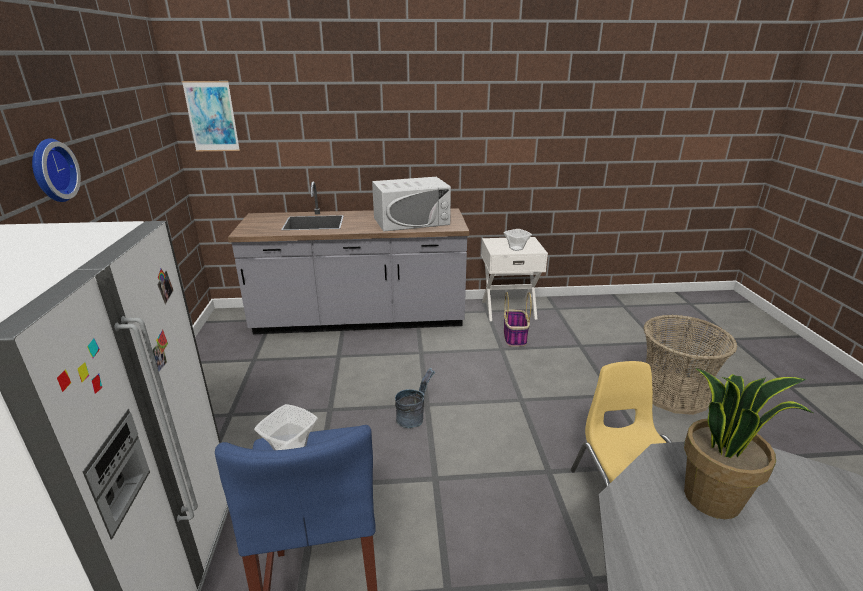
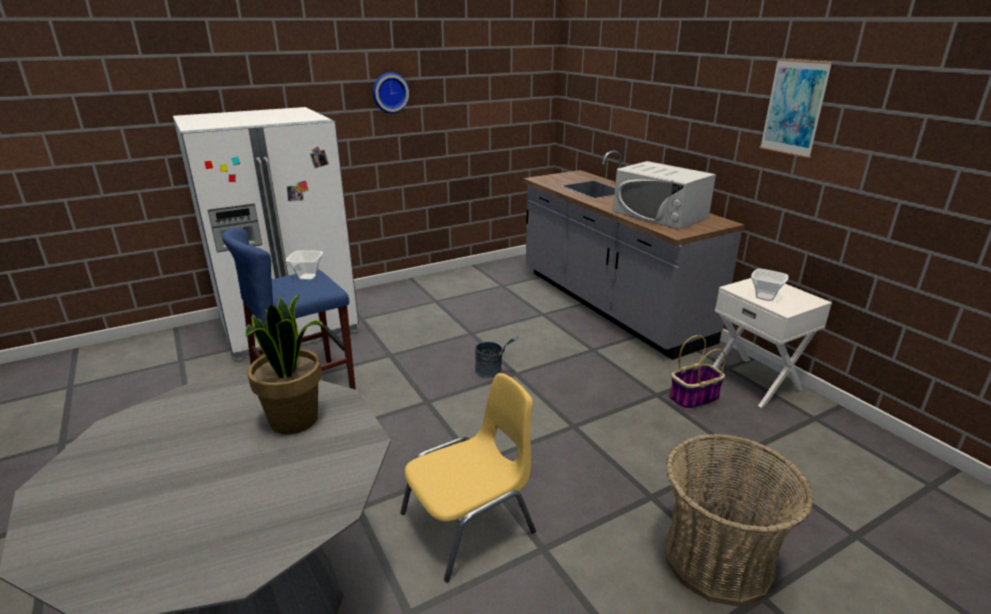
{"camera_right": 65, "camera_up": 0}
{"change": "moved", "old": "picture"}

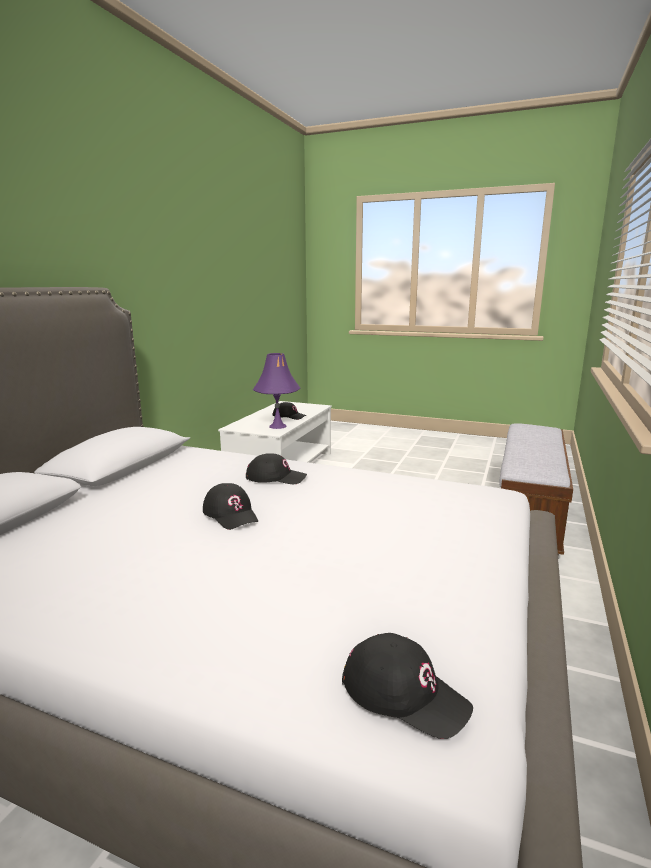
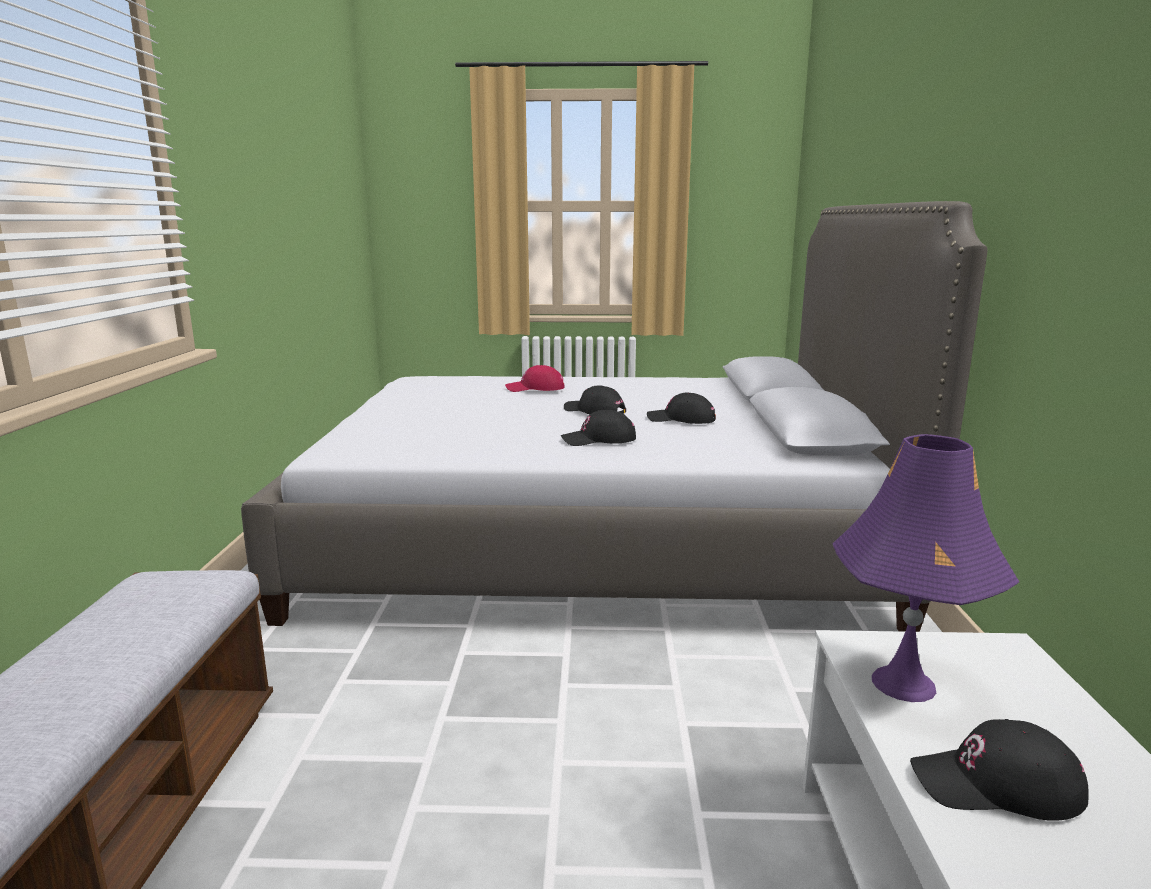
{"camera_right": 160, "camera_up": 0}
{"change": "moved", "old": "cap/black (4th from left in the first image)", "new": "cap/black (3rd from left)"}
{"change": "added", "new": "cap/red-coloured"}

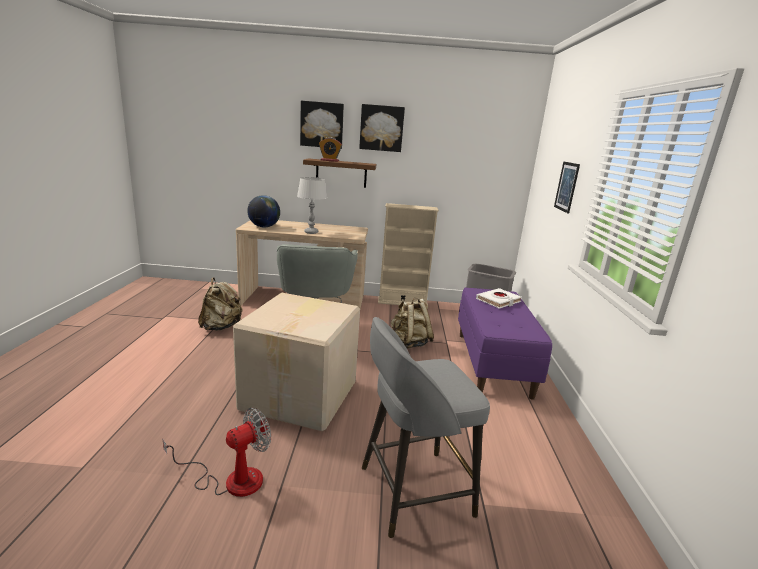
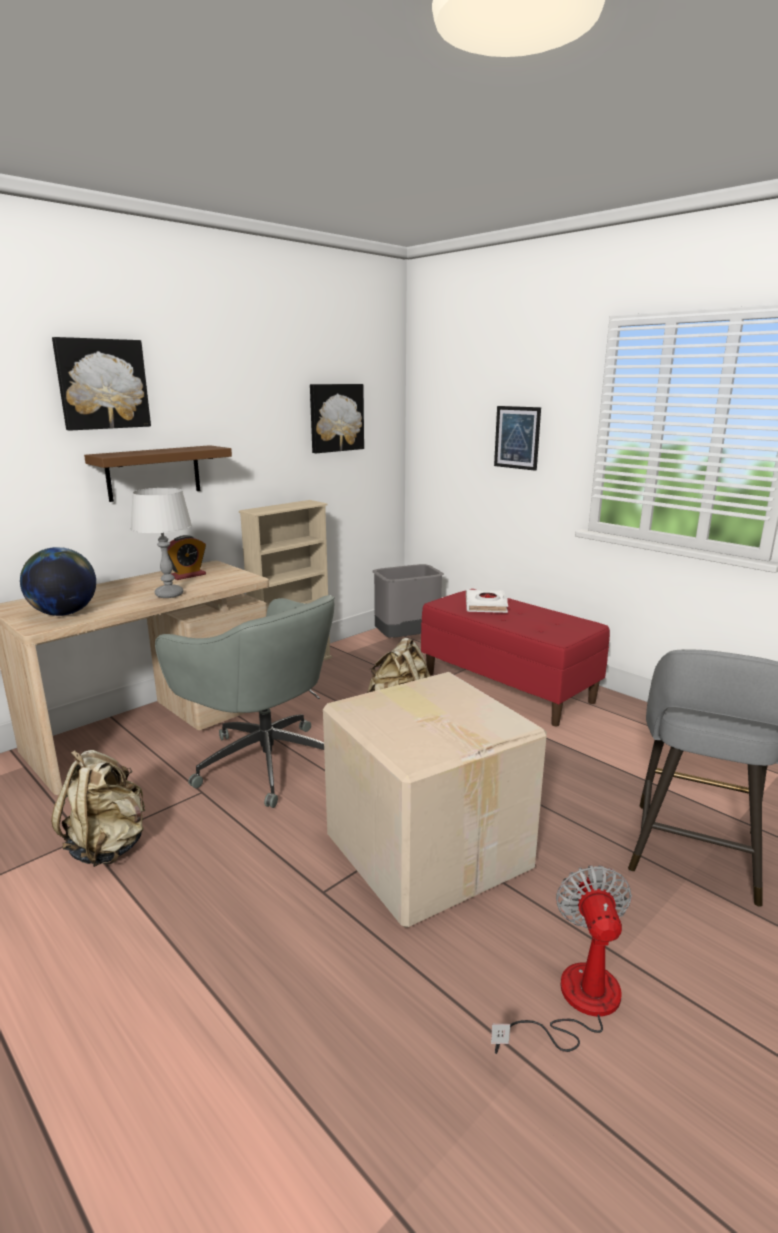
{"camera_right": -45, "camera_up": 0}
{"change": "moved", "old": "bedside clock"}
{"change": "moved", "old": "picture (2nd from left)"}
{"change": "recoloured", "old": "indoor bench/purple", "new": "indoor bench/red-coloured"}

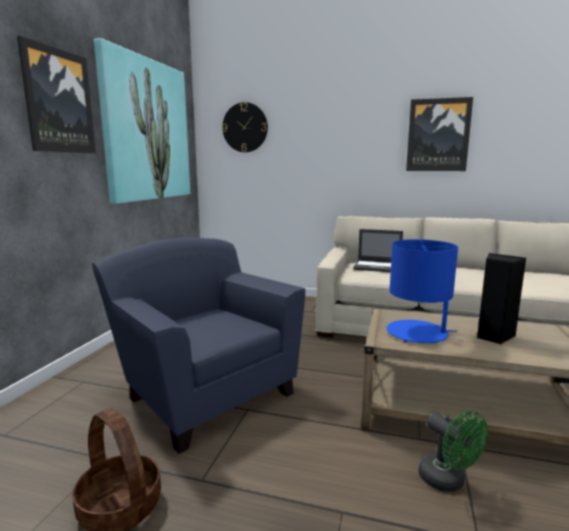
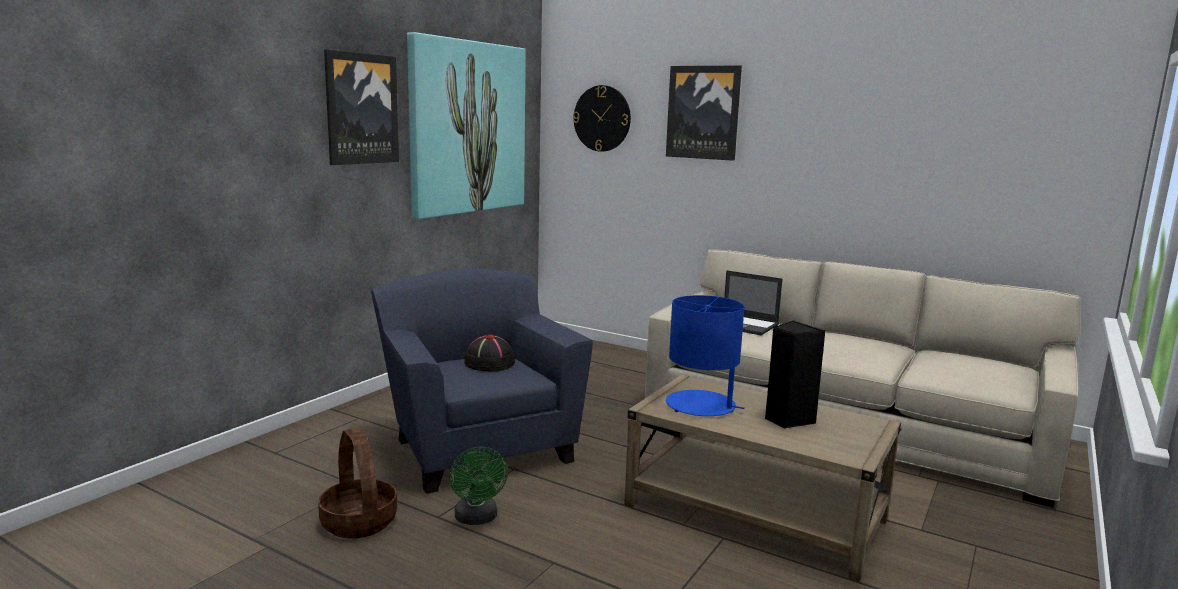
{"camera_right": 15, "camera_up": 0}
{"change": "moved", "old": "picture (3rd from left)"}
{"change": "moved", "old": "electric fan/green-coloured"}
{"change": "added", "new": "clothing hat/black"}

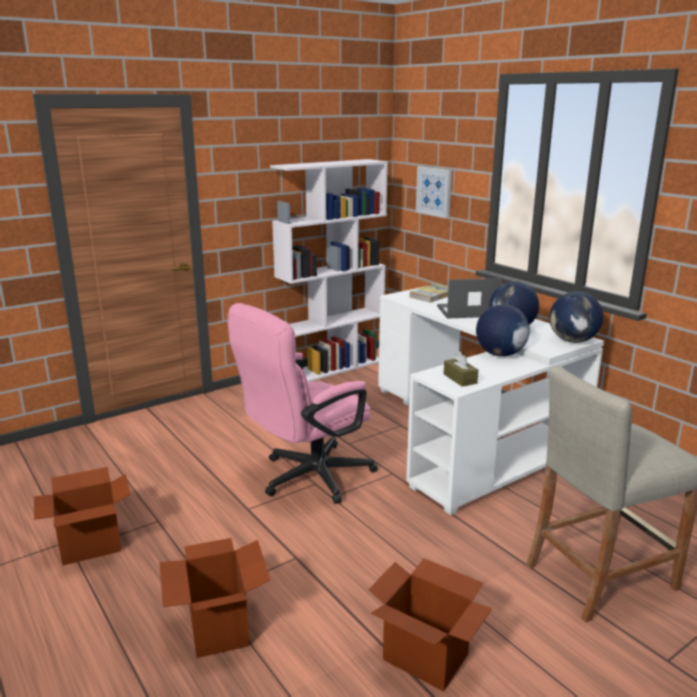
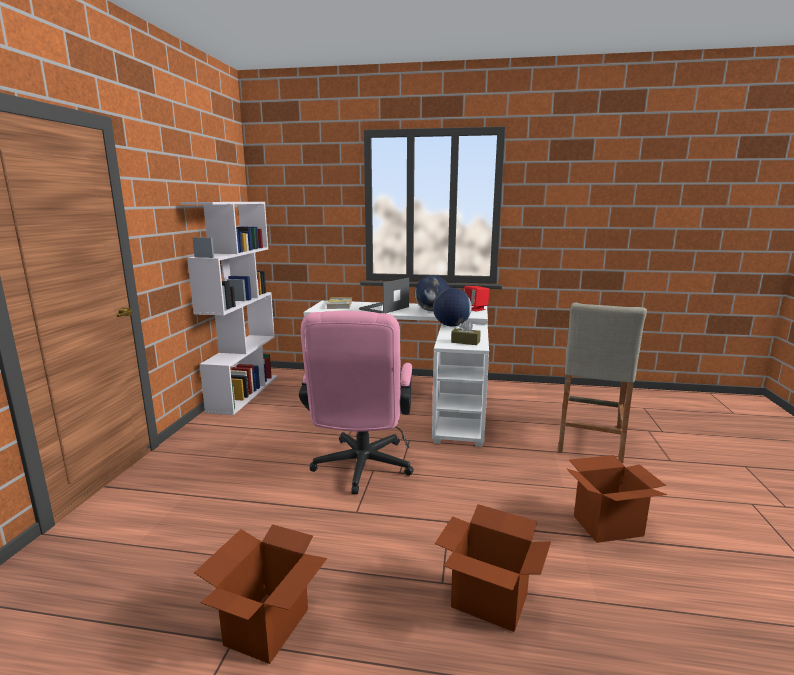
{"camera_right": -45, "camera_up": -5}
{"change": "removed", "old": "picture"}
{"change": "replaced", "old": "world globe (3rd from left)", "new": "audio speaker/red-coloured"}

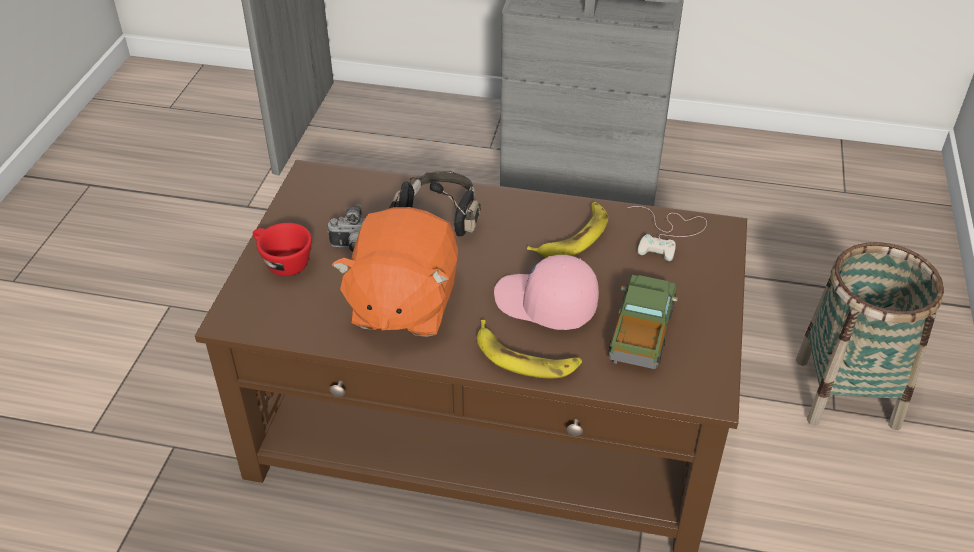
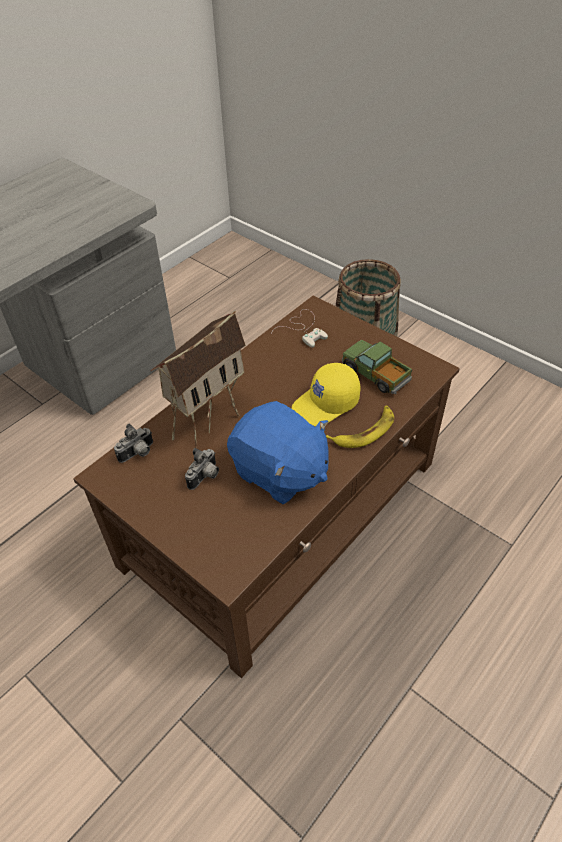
{"camera_right": -60, "camera_up": 5}
{"change": "removed", "old": "drinking cup/red-coloured"}
{"change": "recoloured", "old": "cuddly toy/orangey", "new": "cuddly toy/blue-coloured"}
{"change": "replaced", "old": "headset/black", "new": "model house"}
{"change": "recoloured", "old": "cap/pink-coloured", "new": "cap/yellow"}
{"change": "removed", "old": "whole banana (2nd from left)"}
{"change": "added", "new": "photo camera (1st from left)"}

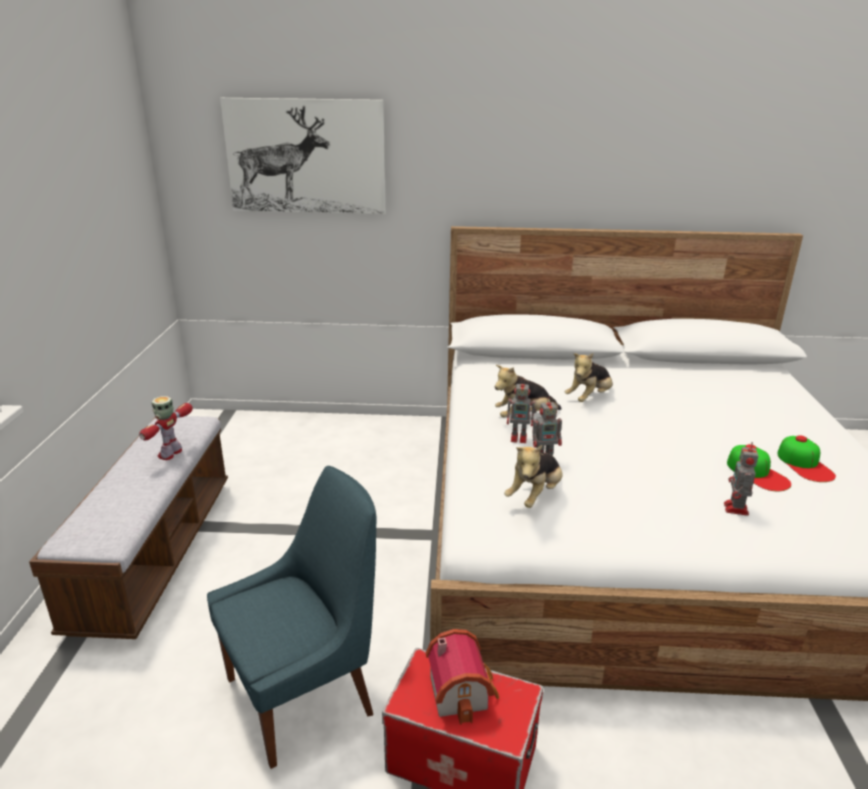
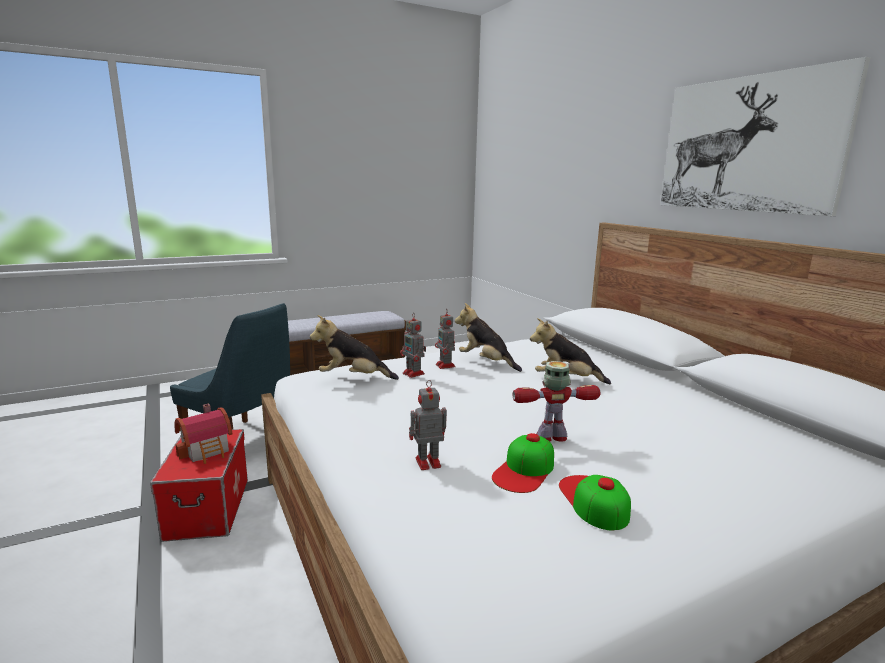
{"camera_right": 60, "camera_up": -10}
{"change": "moved", "old": "toy robot (1st from left in the first image)", "new": "toy robot (4th from left)"}
{"change": "moved", "old": "picture"}
{"change": "turned", "old": "cap (2nd from left)", "degrees": 120}

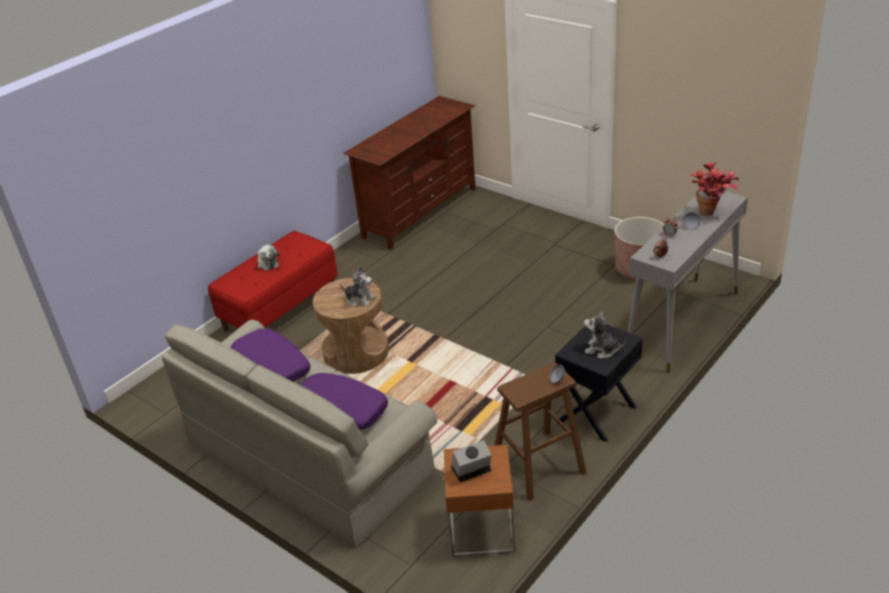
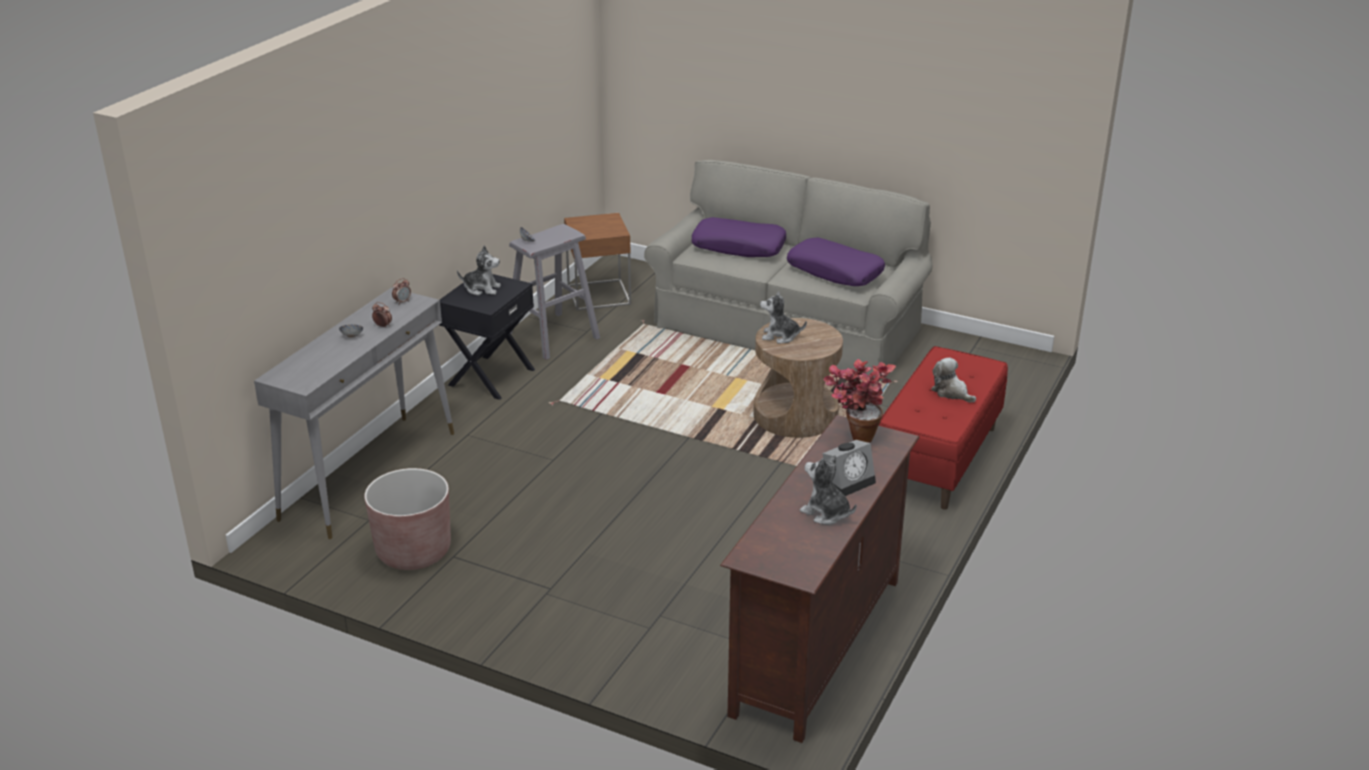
{"camera_right": 165, "camera_up": -5}
{"change": "moved", "old": "bedside clock (1st from left in the first image)", "new": "bedside clock (3rd from left)"}
{"change": "recoloured", "old": "stool/brown", "new": "stool/greyish"}
{"change": "moved", "old": "potted plant"}
{"change": "added", "new": "cuddly toy (3rd from left)"}

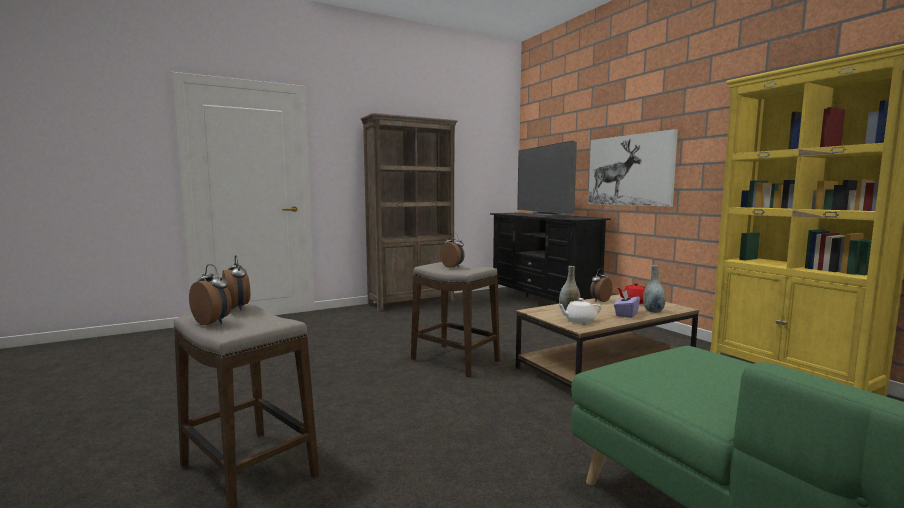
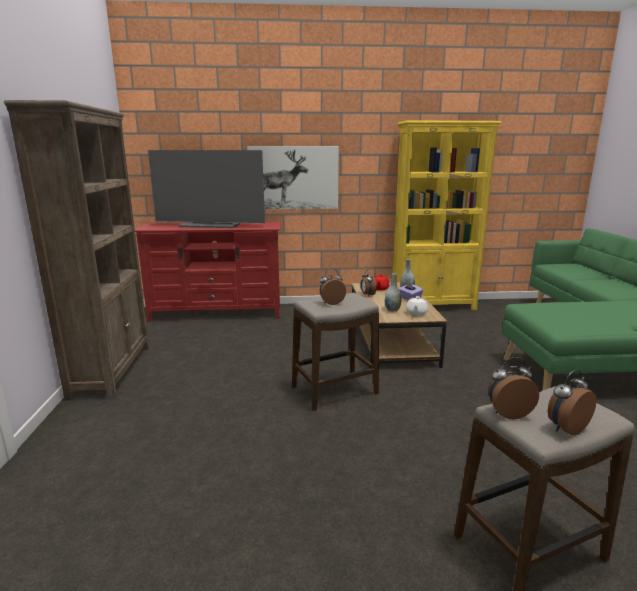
{"camera_right": -65, "camera_up": 10}
{"change": "recoloured", "old": "media console/black", "new": "media console/red-coloured"}

